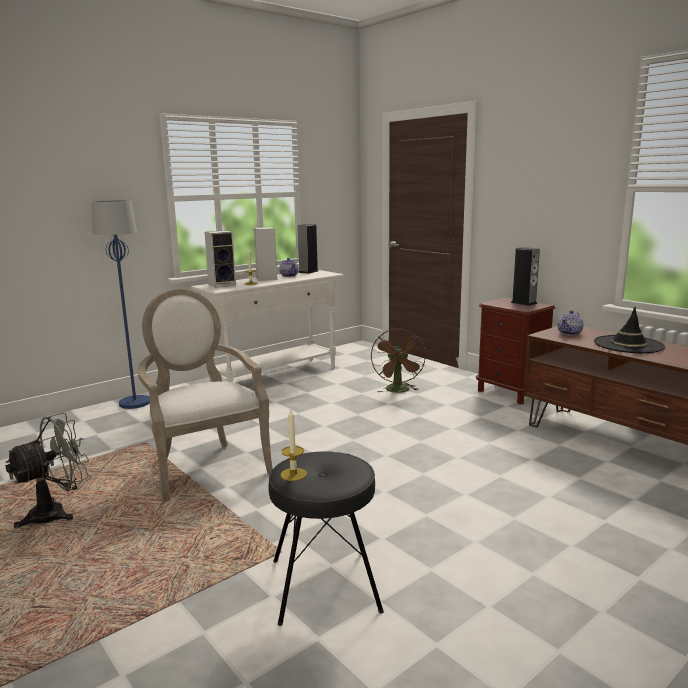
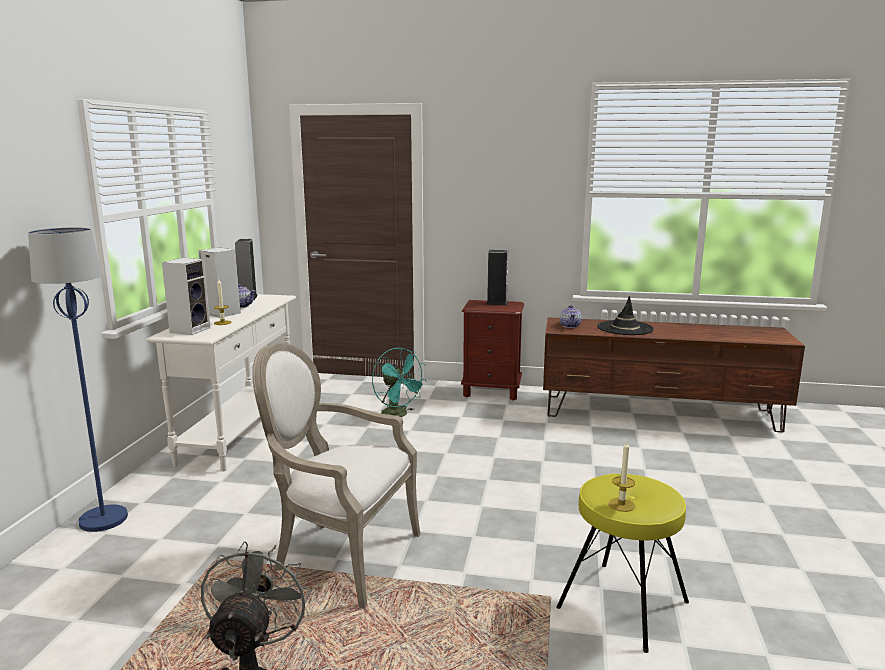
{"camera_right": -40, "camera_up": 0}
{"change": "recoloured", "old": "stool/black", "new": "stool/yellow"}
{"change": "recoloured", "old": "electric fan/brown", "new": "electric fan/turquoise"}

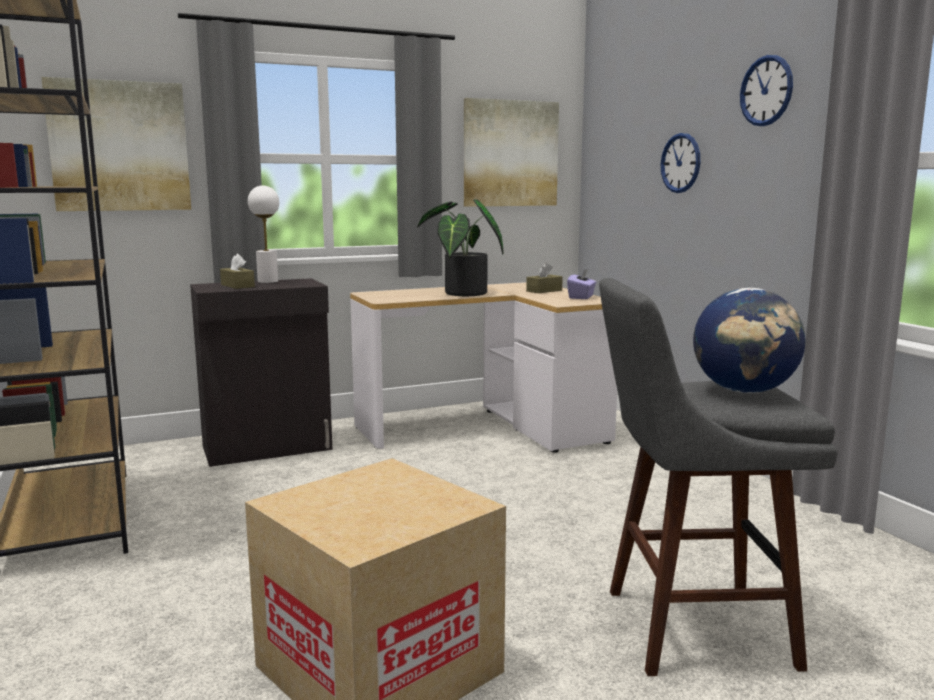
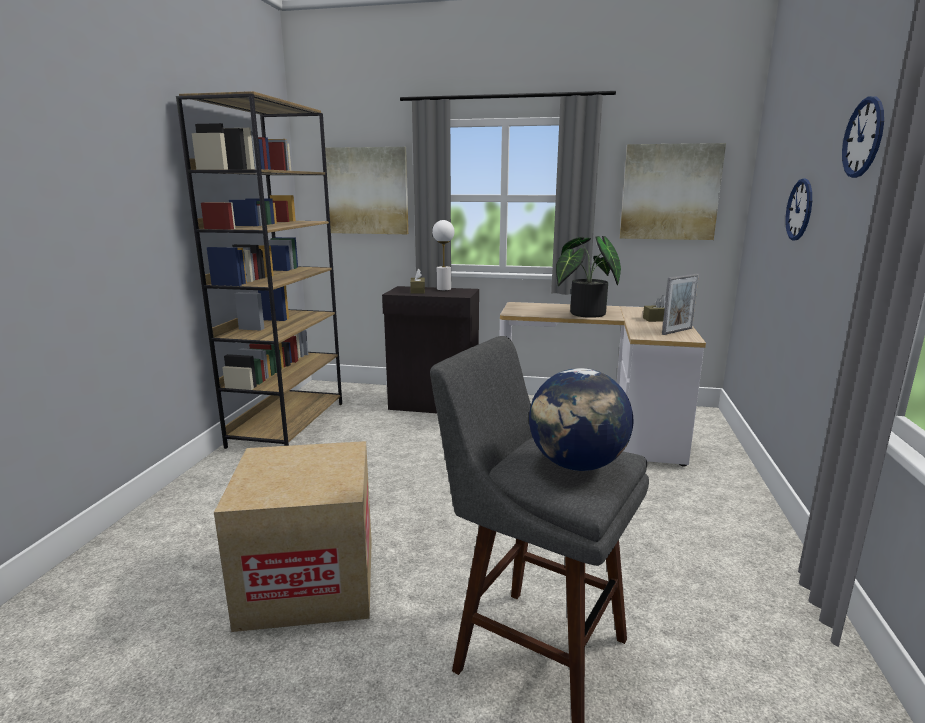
{"camera_right": 35, "camera_up": 5}
{"change": "replaced", "old": "tissue holder/purple", "new": "picture frame"}

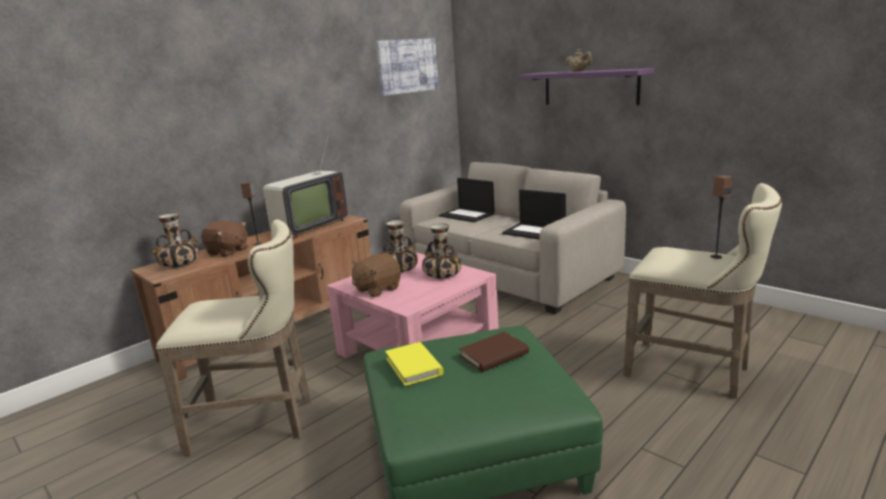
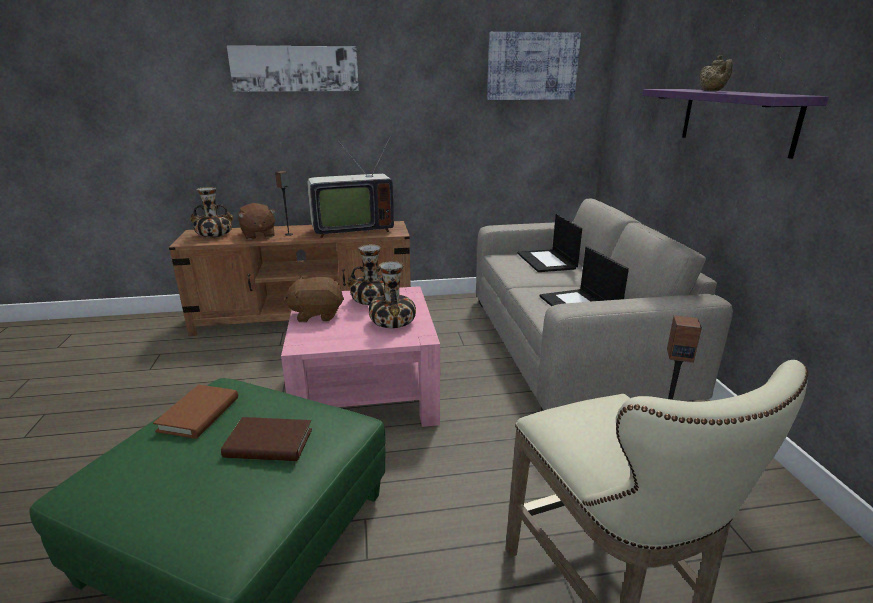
{"camera_right": 35, "camera_up": 5}
{"change": "removed", "old": "stool/beige-coloured (1st from left)"}
{"change": "recoloured", "old": "book/yellow", "new": "book/brown (1st from left)"}
{"change": "added", "new": "picture (1st from left)"}

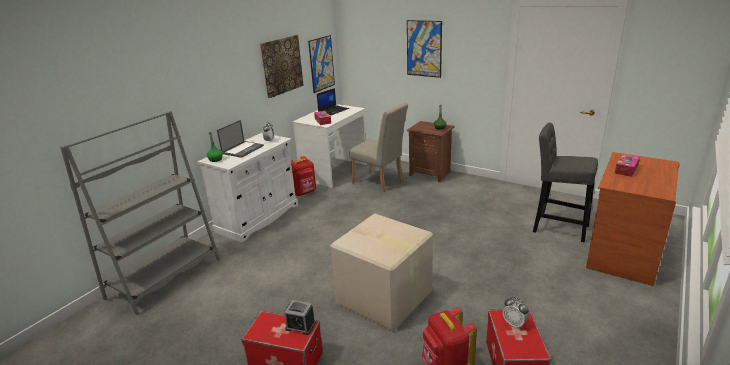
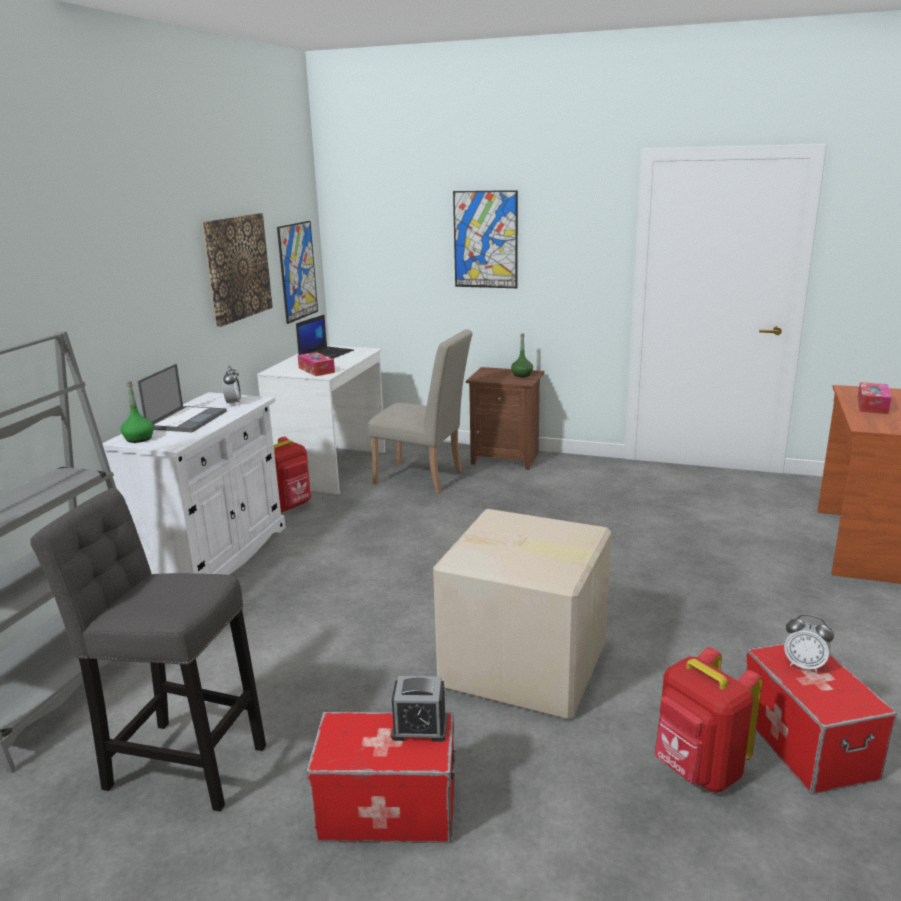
{"camera_right": -15, "camera_up": -5}
{"change": "moved", "old": "stool/greyish"}

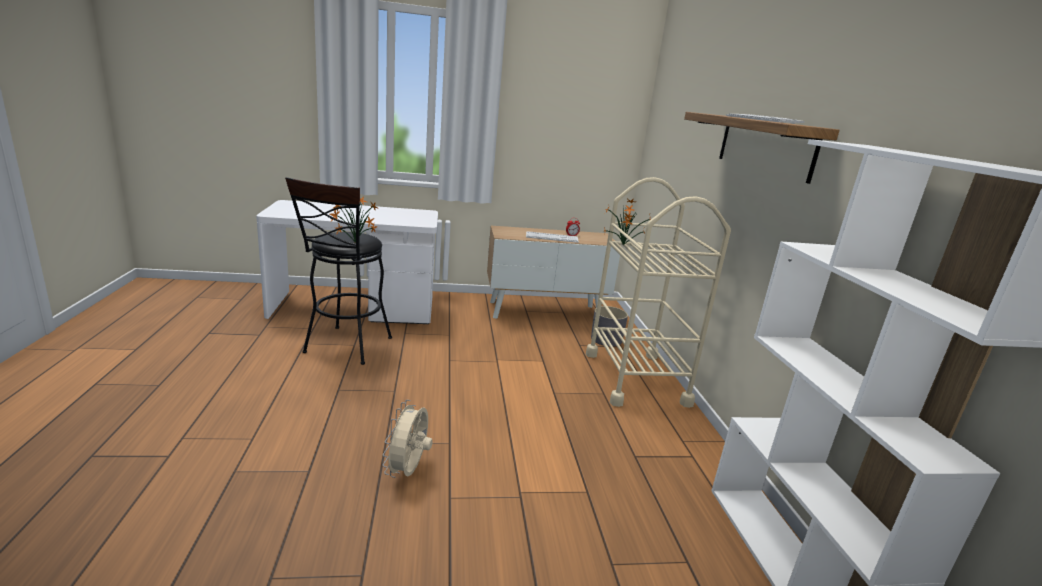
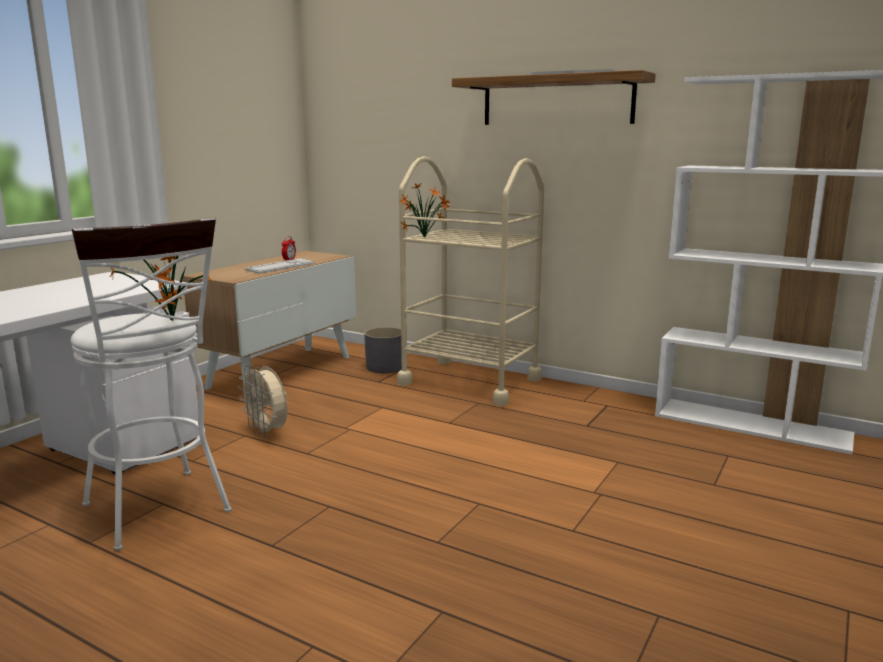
{"camera_right": -50, "camera_up": -5}
{"change": "recoloured", "old": "stool/black", "new": "stool/white"}
{"change": "moved", "old": "electric fan/beige-coloured"}

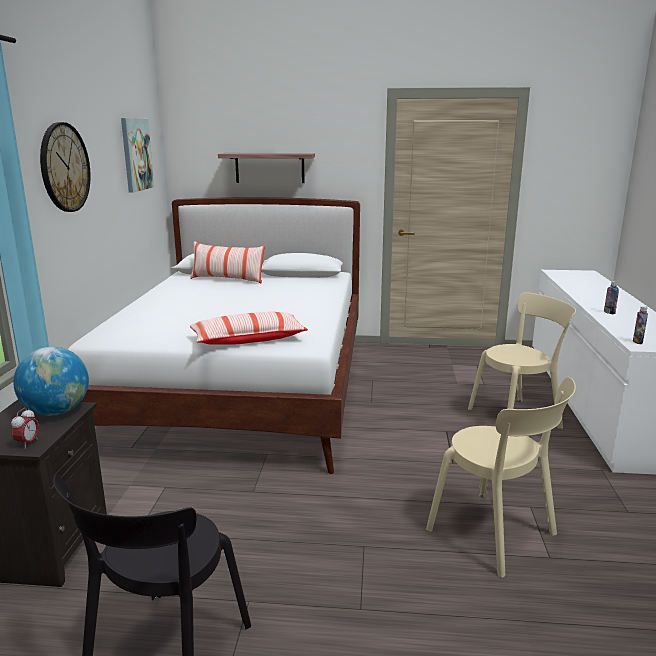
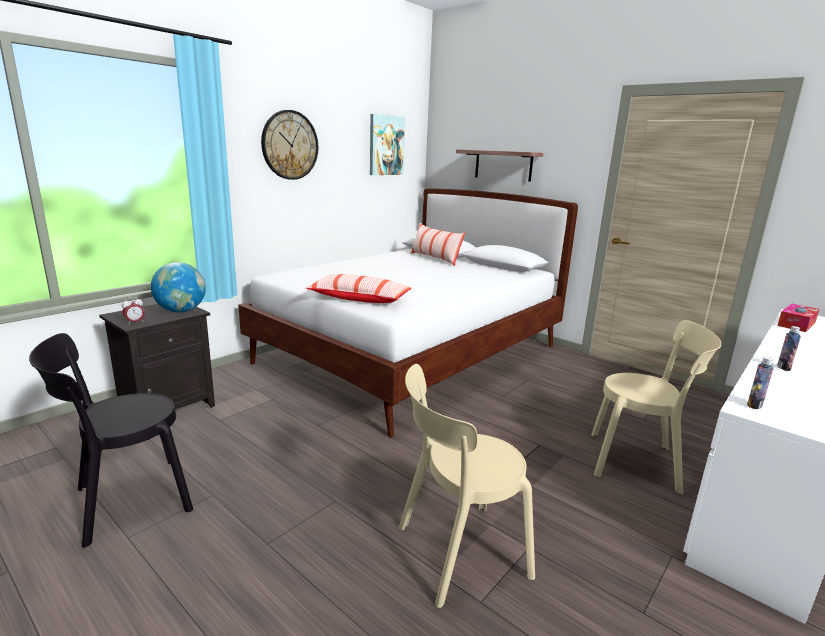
{"camera_right": 35, "camera_up": 0}
{"change": "turned", "old": "upright chair/beige-coloured (1st from left)", "degrees": 75}
{"change": "added", "new": "tissue holder"}

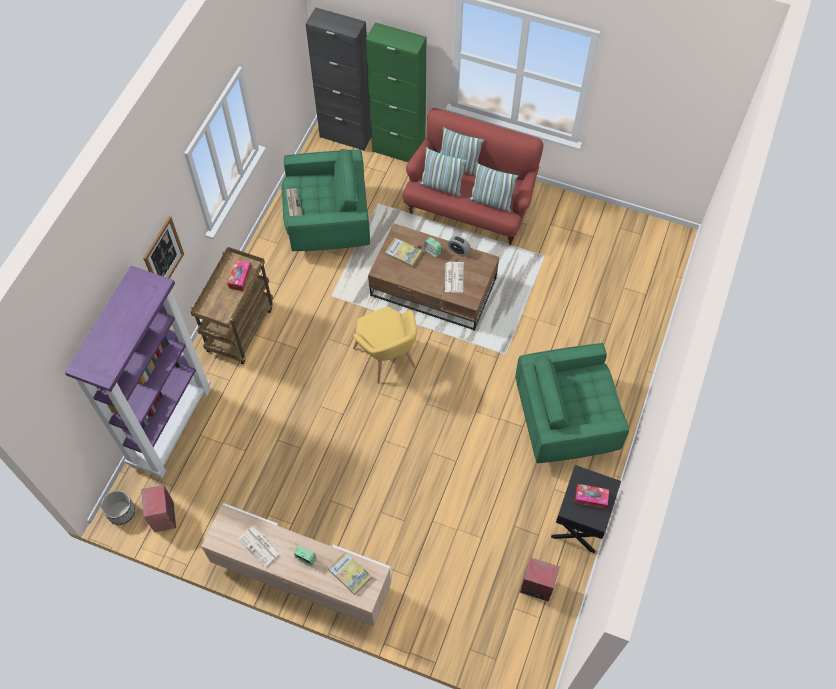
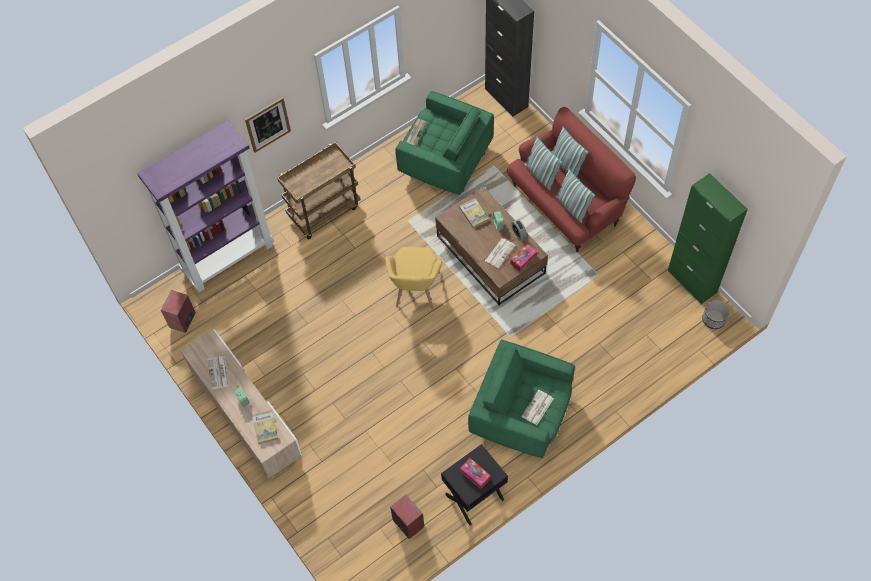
{"camera_right": 35, "camera_up": 0}
{"change": "moved", "old": "planter"}
{"change": "moved", "old": "tissue holder (1st from left in the first image)", "new": "tissue holder (2nd from left)"}
{"change": "moved", "old": "storage cabinet/green-coloured"}
{"change": "added", "new": "daily paper (4th from left)"}

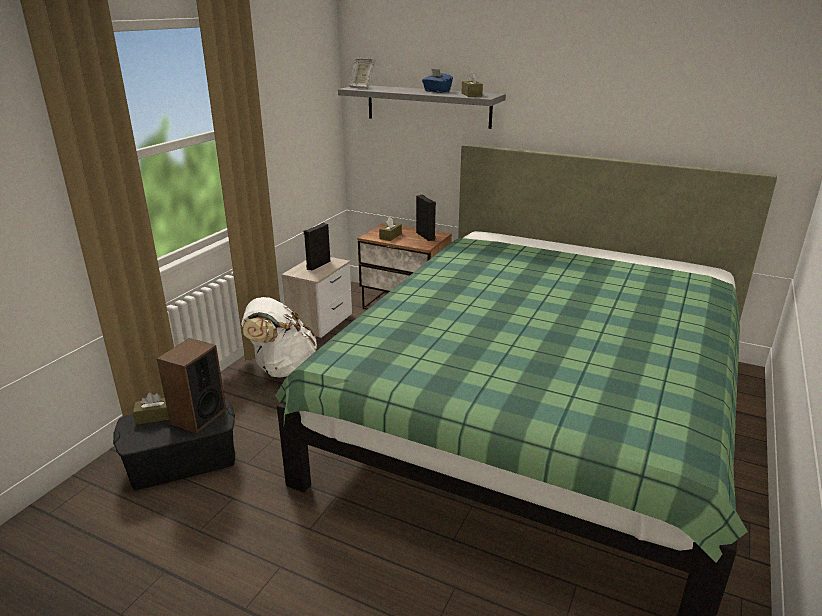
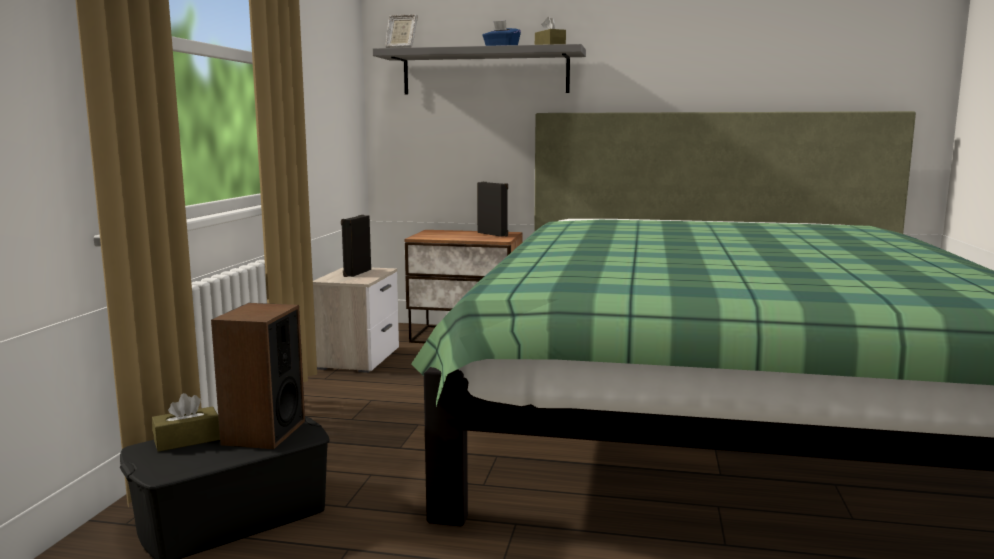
{"camera_right": -15, "camera_up": -15}
{"change": "removed", "old": "knapsack/white"}
{"change": "removed", "old": "tissue holder/brown (2nd from left)"}

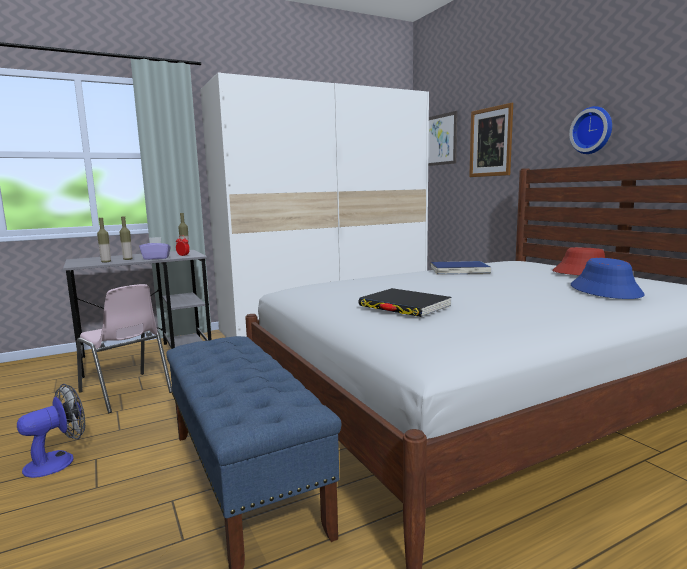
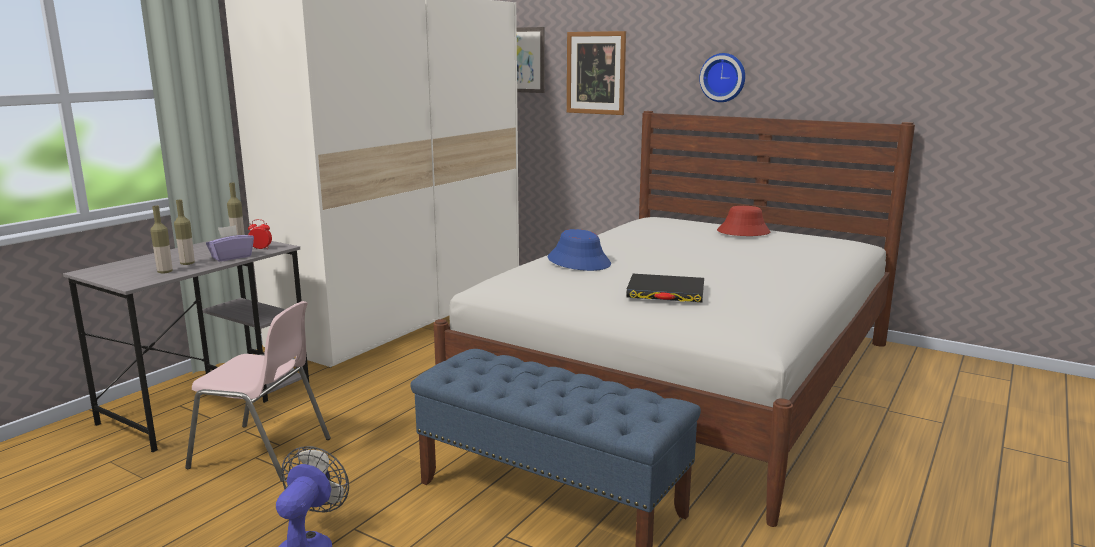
{"camera_right": -30, "camera_up": 5}
{"change": "removed", "old": "book/blue-coloured"}
{"change": "moved", "old": "clothing hat/blue-coloured"}

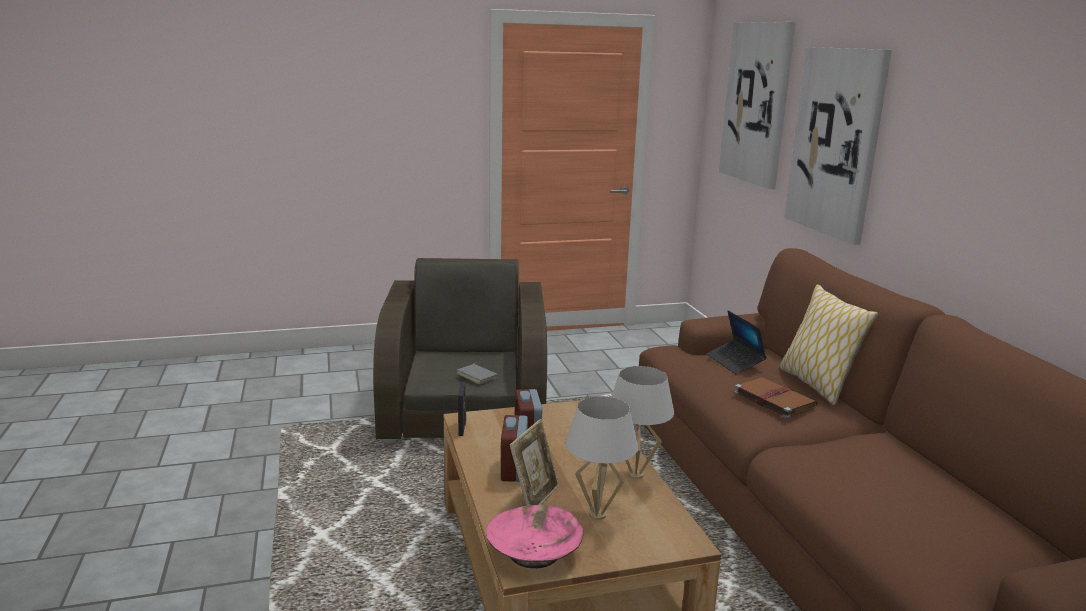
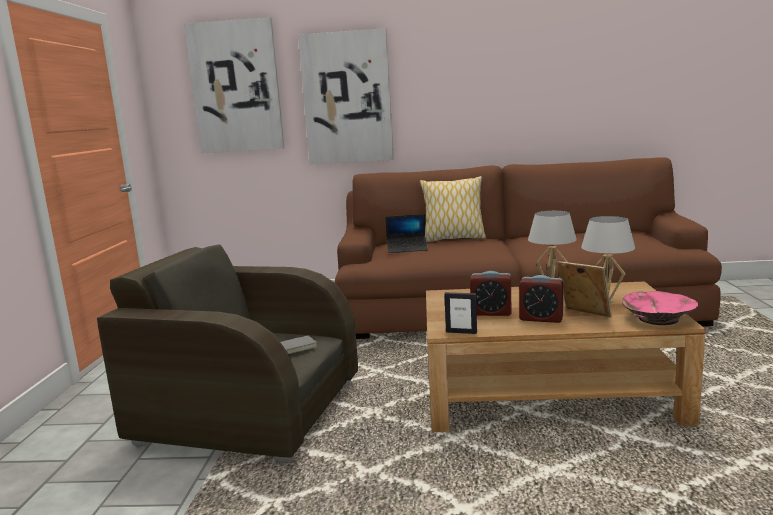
{"camera_right": -70, "camera_up": -5}
{"change": "removed", "old": "book/brown"}

